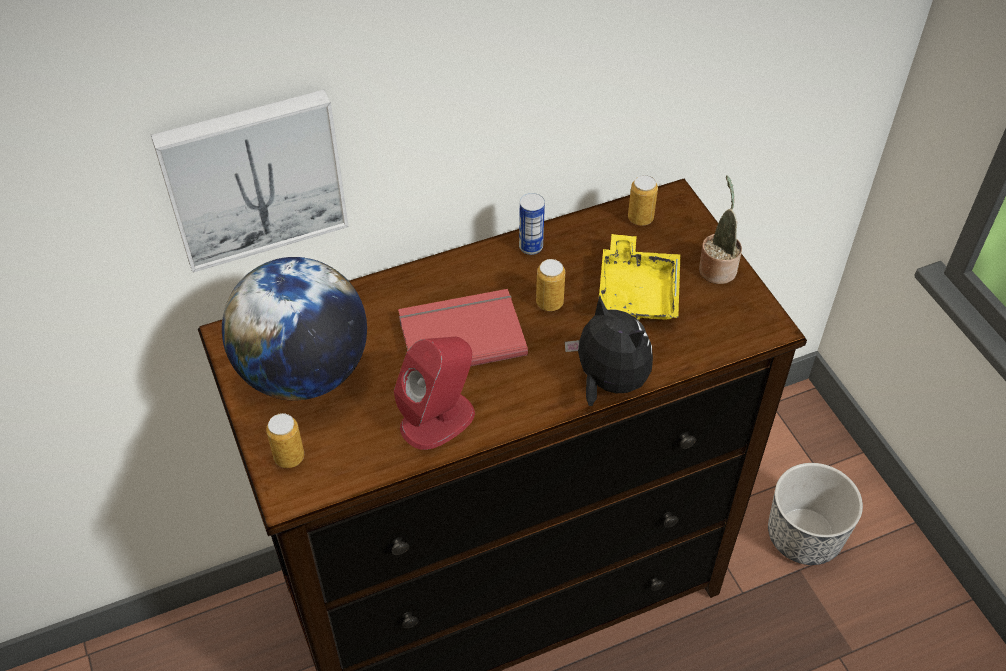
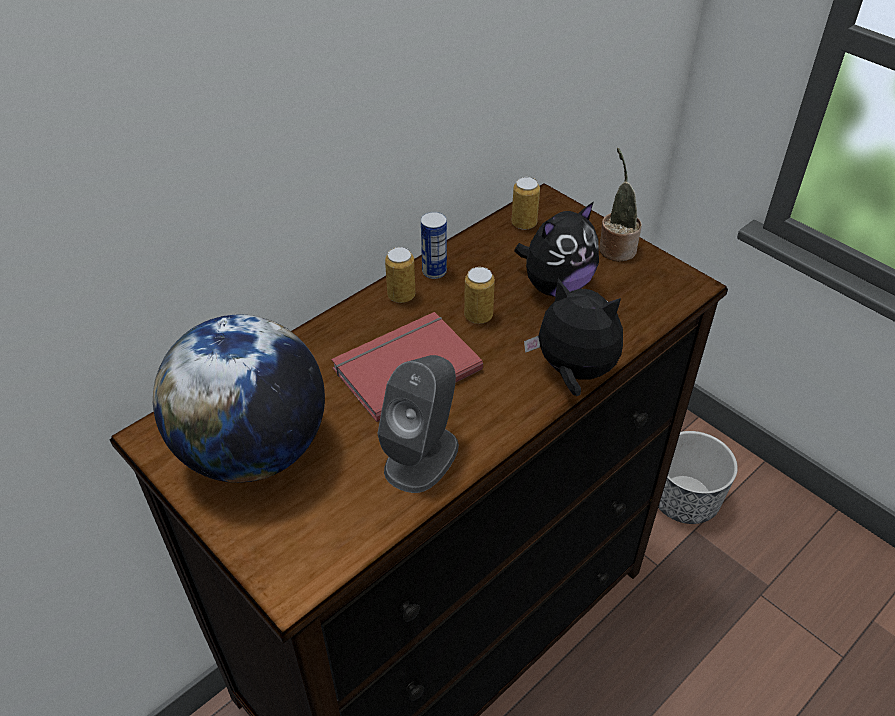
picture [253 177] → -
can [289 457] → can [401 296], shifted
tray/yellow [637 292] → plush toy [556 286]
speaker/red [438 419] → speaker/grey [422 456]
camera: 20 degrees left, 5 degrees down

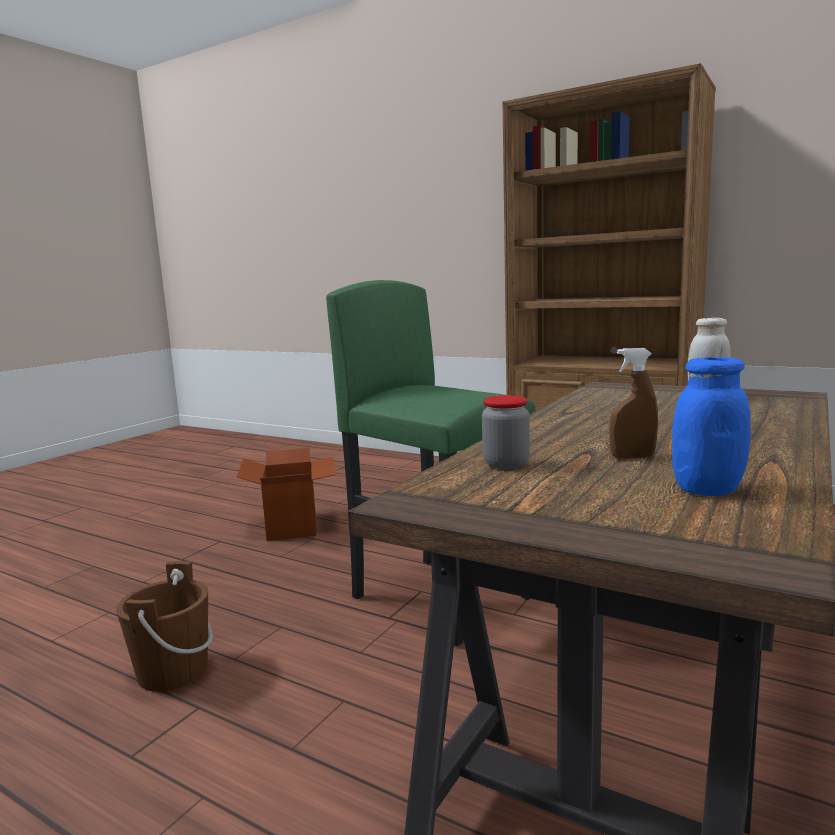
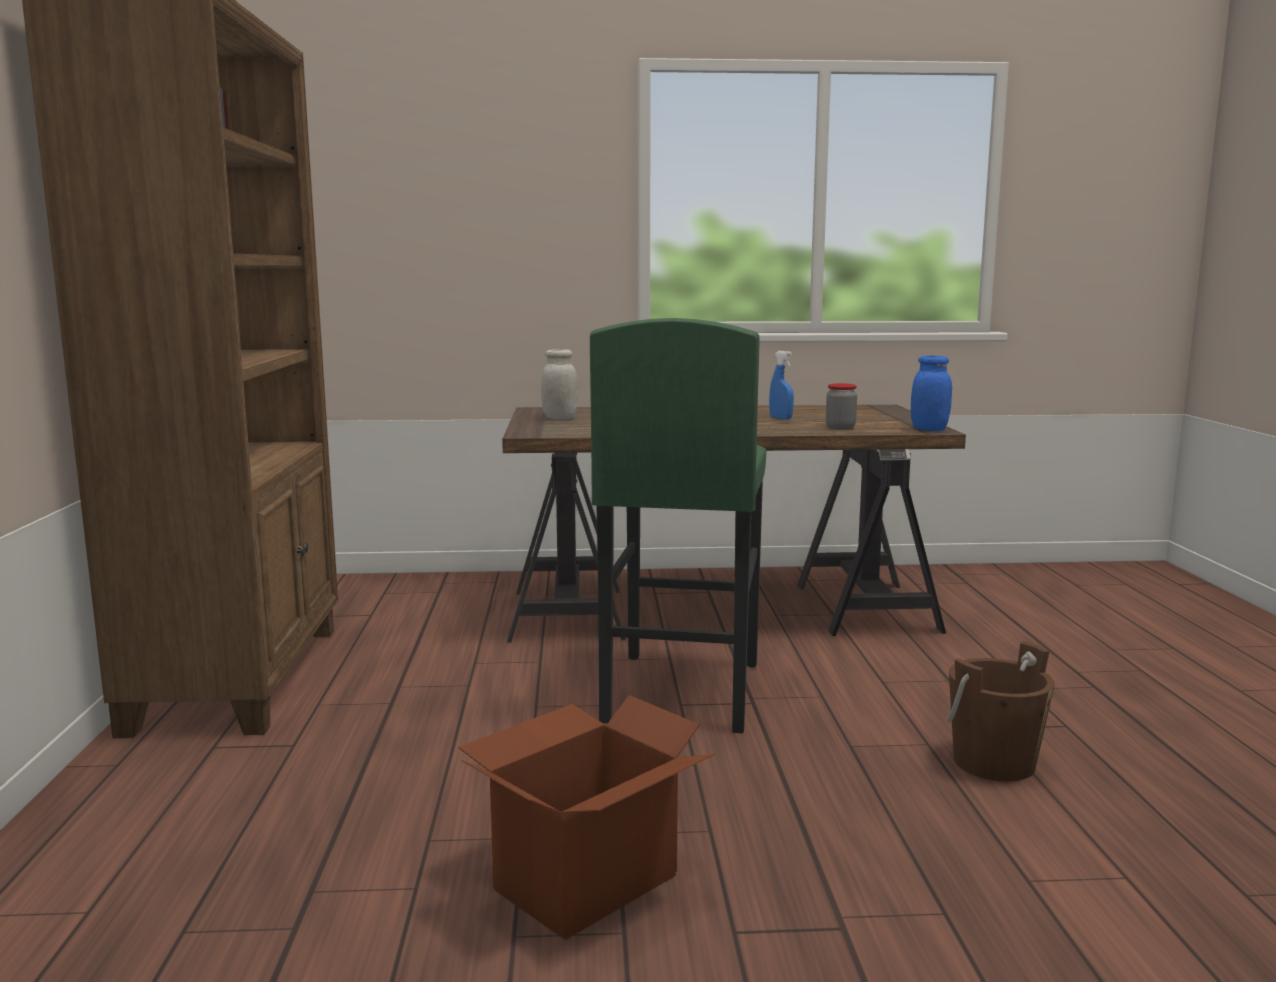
jar/blue [707 489] → jar/blue [929 429], shifted
spray bottle/brown [632 457] → spray bottle/blue [780 418]
camera: 125 degrees left, 0 degrees up

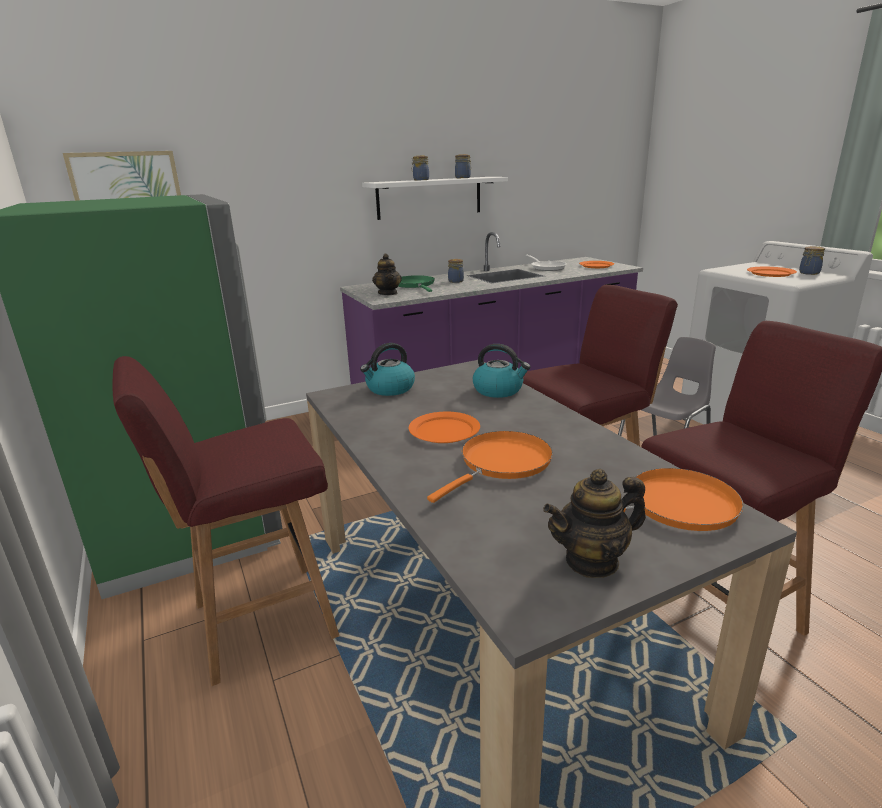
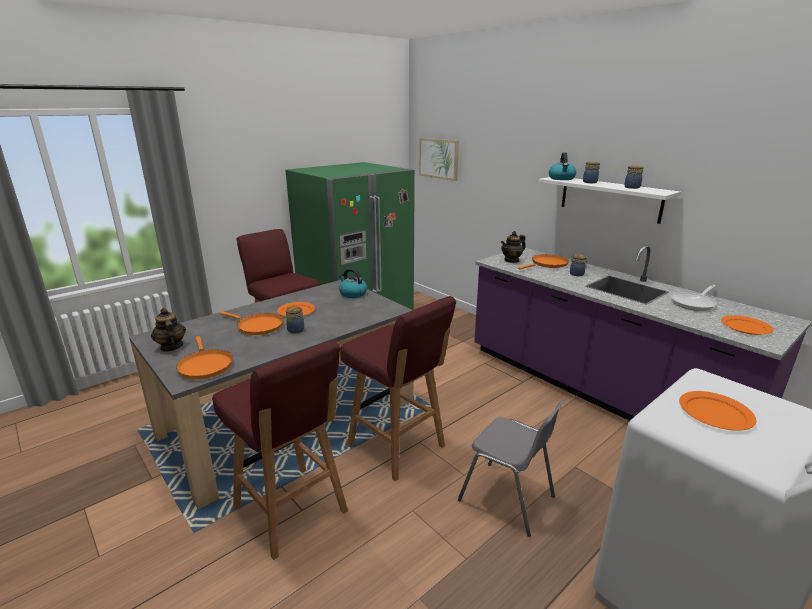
kettle [499 390] → kettle [561 178], shifted
jar [808 273] → jar [295 330], shifted
frying pan/green [414 285] → frying pan/orange [547 264]
camera: 75 degrees right, 0 degrees up

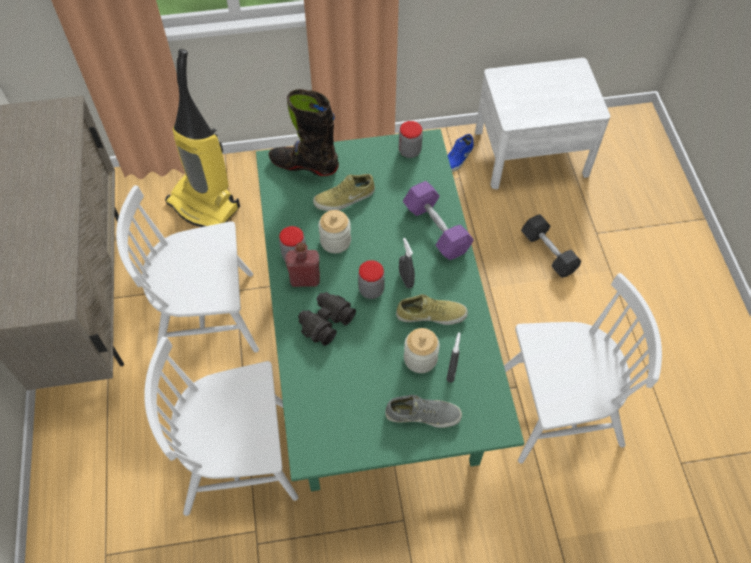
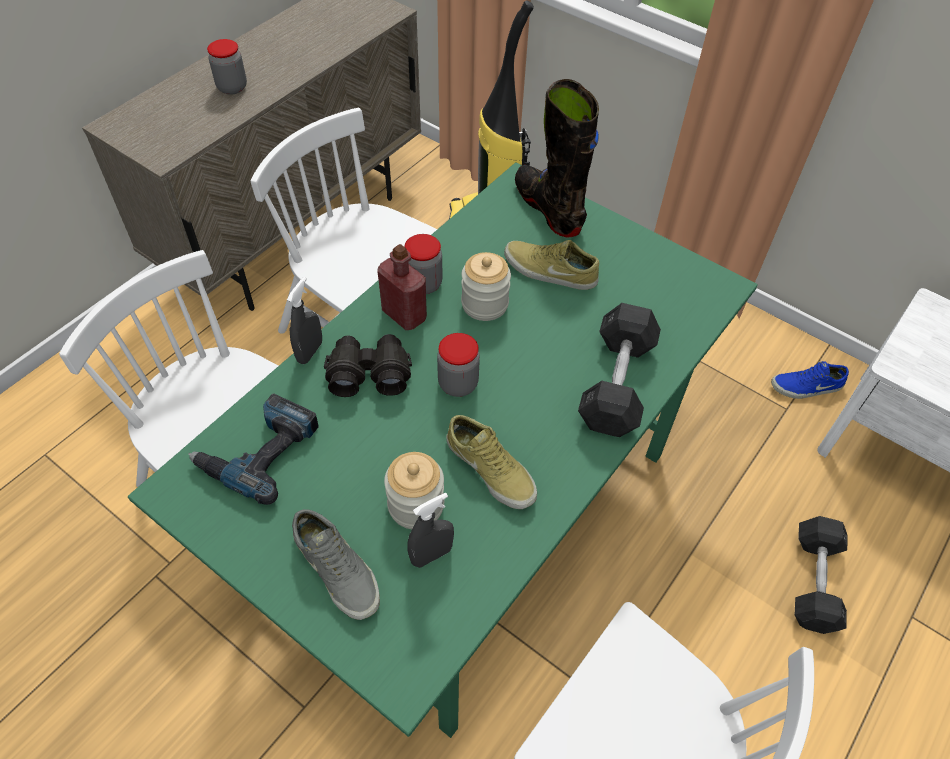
- → power drill [259 451]
jar [409 151] → jar [232 87], shifted
spray bottle/grey [406 279] → spray bottle/grey [310 352], shifted
dumbbell/purple [436 229] → dumbbell/grey [616 383]
camera: 45 degrees right, 5 degrees down

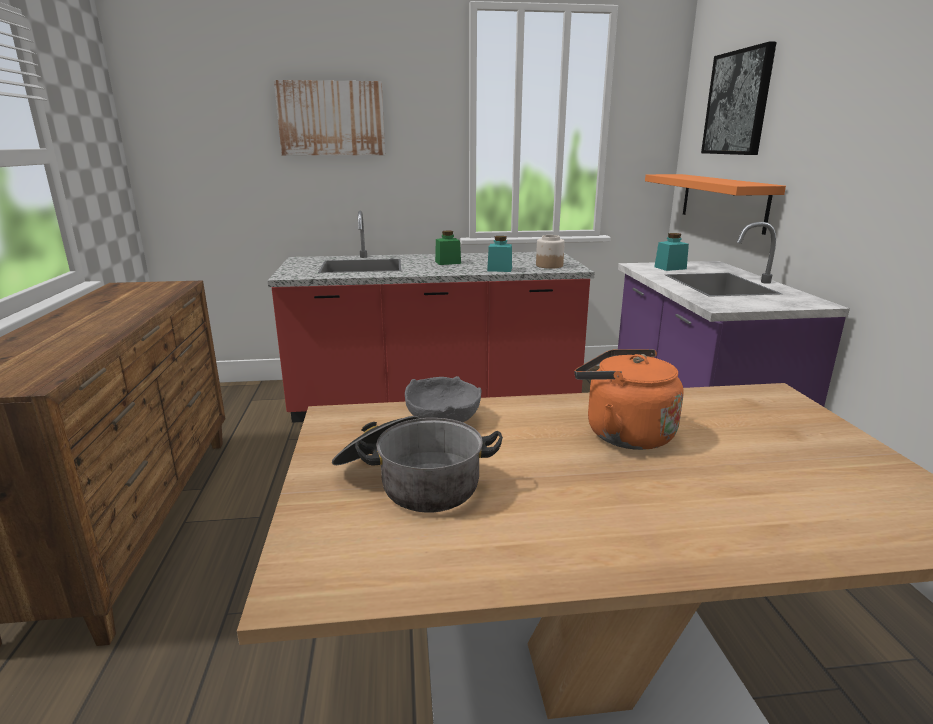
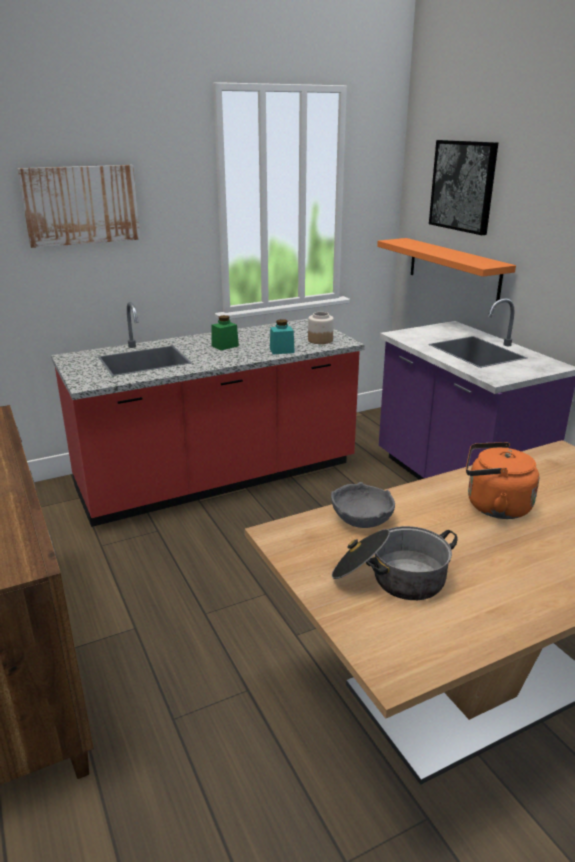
jar/turquoise [670 268] → -
camera: 20 degrees left, 5 degrees up

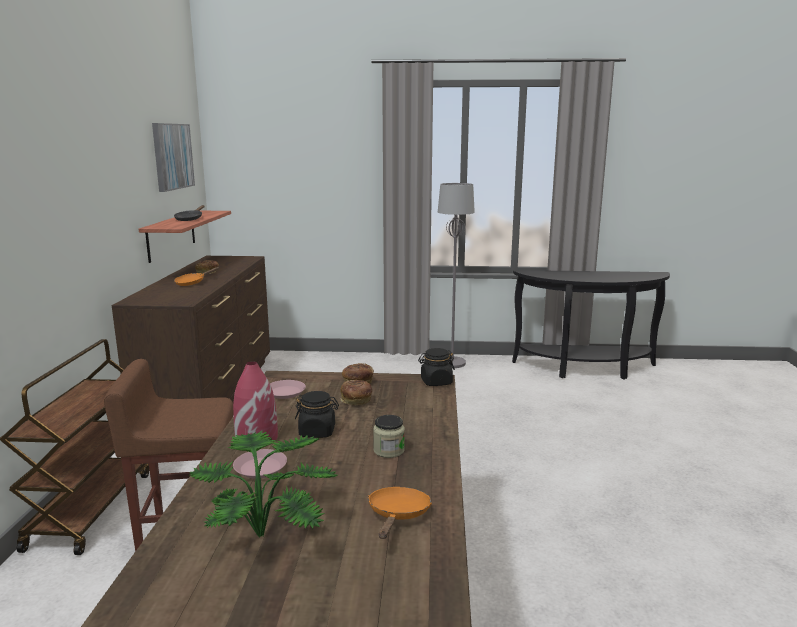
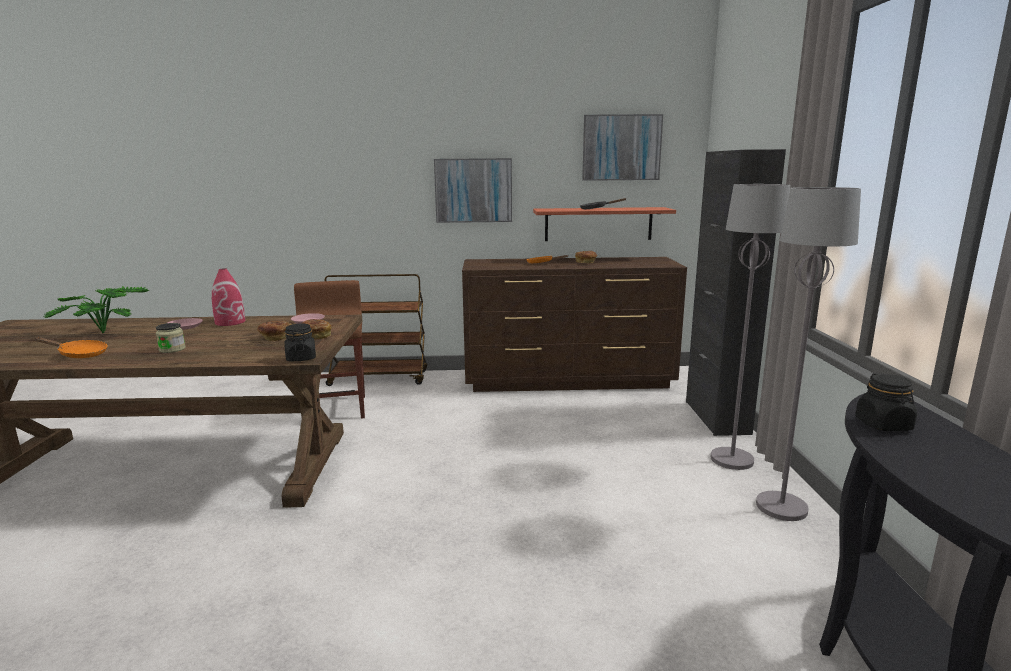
- → picture [473 190]
- → cabinet/black [717 417]
- → floor lamp/grey [732 460]
jar/black [317 432] → jar/black [883 425], shifted
camera: 85 degrees right, 0 degrees up

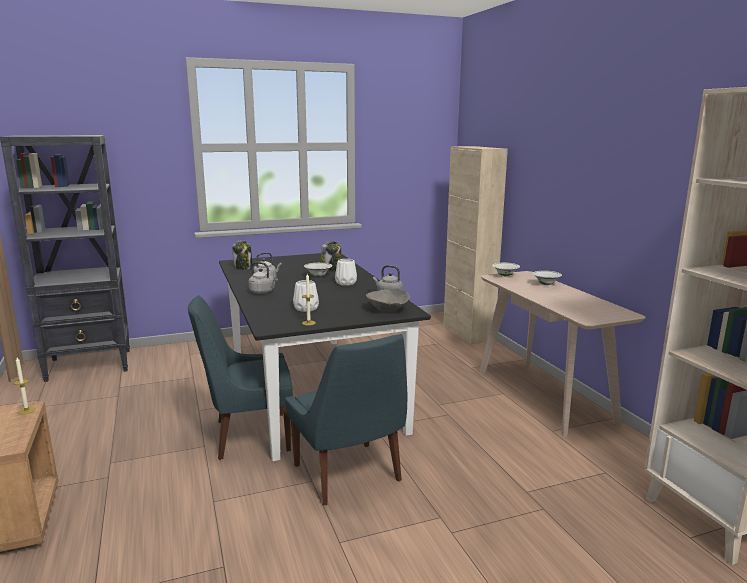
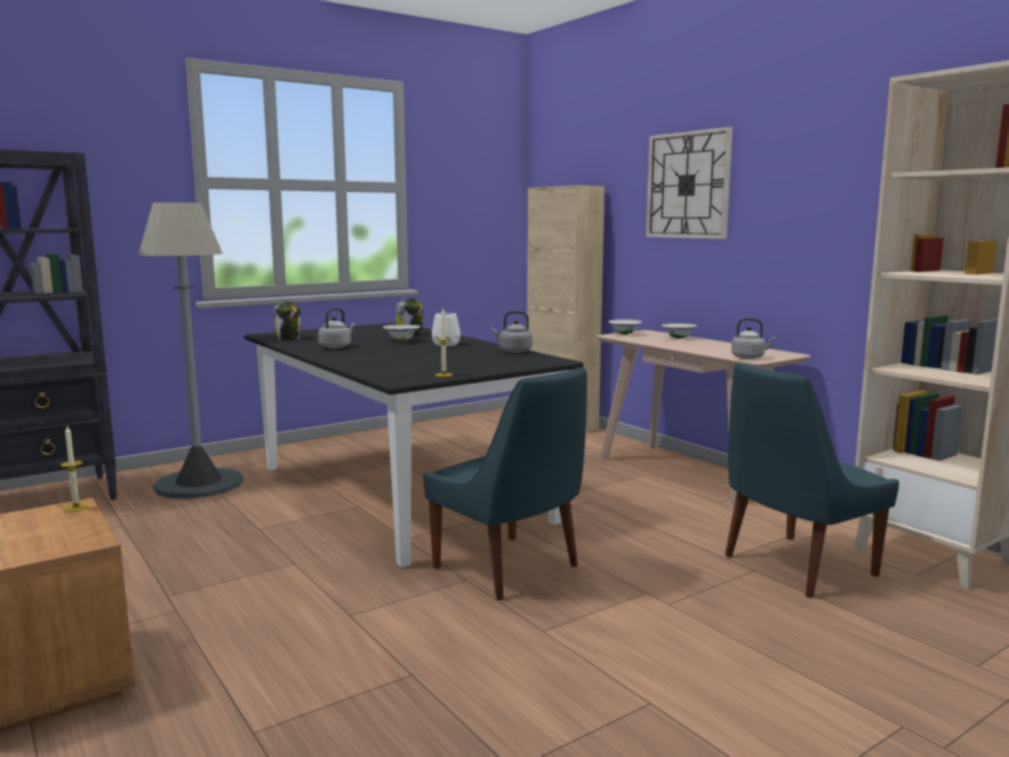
vase/white [306 308] → -
bowl/grey [388 310] → -
- → floor lamp/grey [199 484]
- → wall clock [688 185]
chair/blue [248 436] → chair/blue [794 567], shifted
kettle/grey [263 292] → kettle/grey [749 357], shifted
camera: 15 degrees left, 5 degrees down

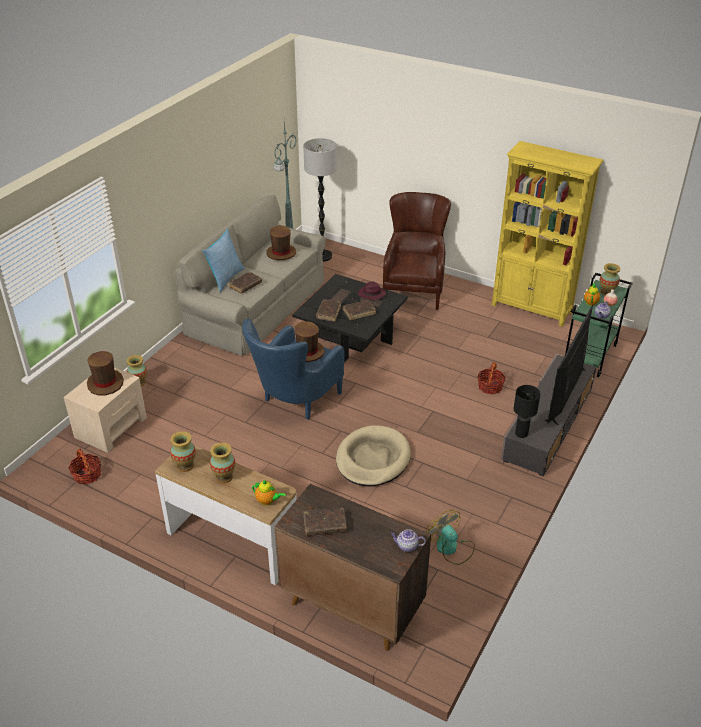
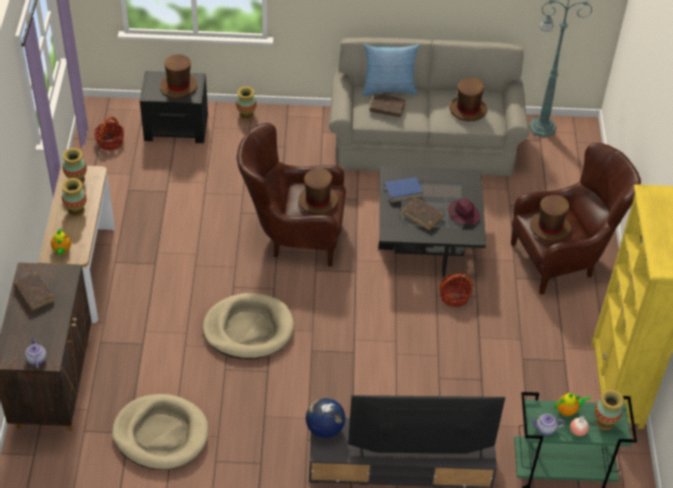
floor lamp [322 256] → -
- → hat/brown [549 227]
basket [490 387] → basket [454 296], shifted
fan [451 548] → dog bed/beige [161 434]
table lamp/black [521 434] → globe [324 428]
nightstand/beige [111 427] → nightstand/black [176 127]
armchair/blue [294 402] → armchair/brown [293 236]
book/brown [328 313] → book/blue [403 192]
camera: 60 degrees right, 10 degrees up

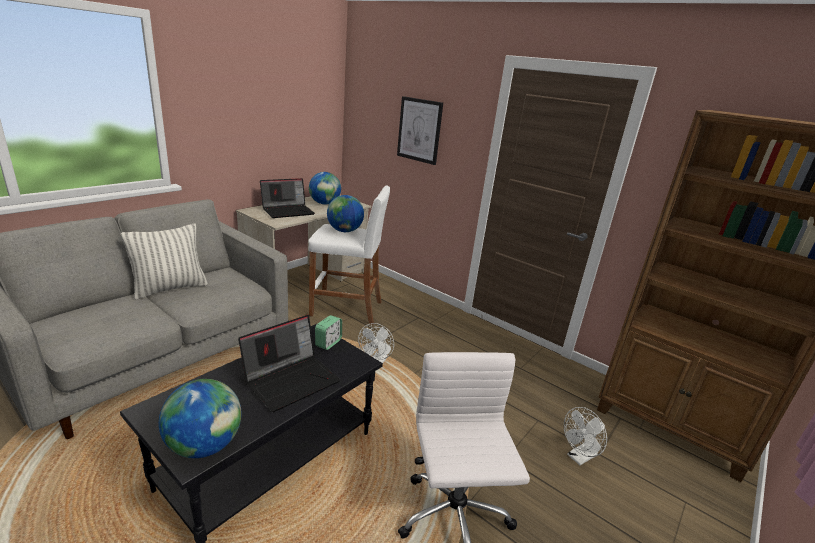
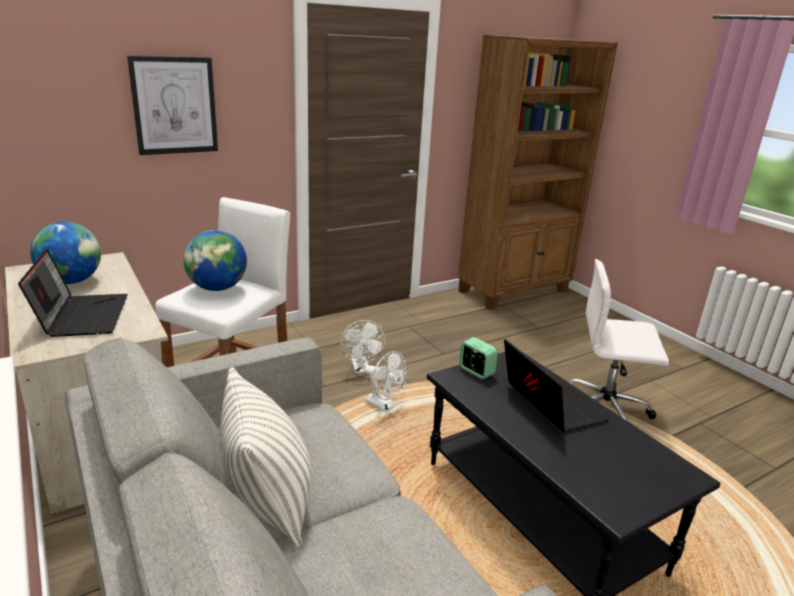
globe [205 445] → -
fan/white [579 457] → fan/white [361 369], shifted
camera: 70 degrees left, 0 degrees up

